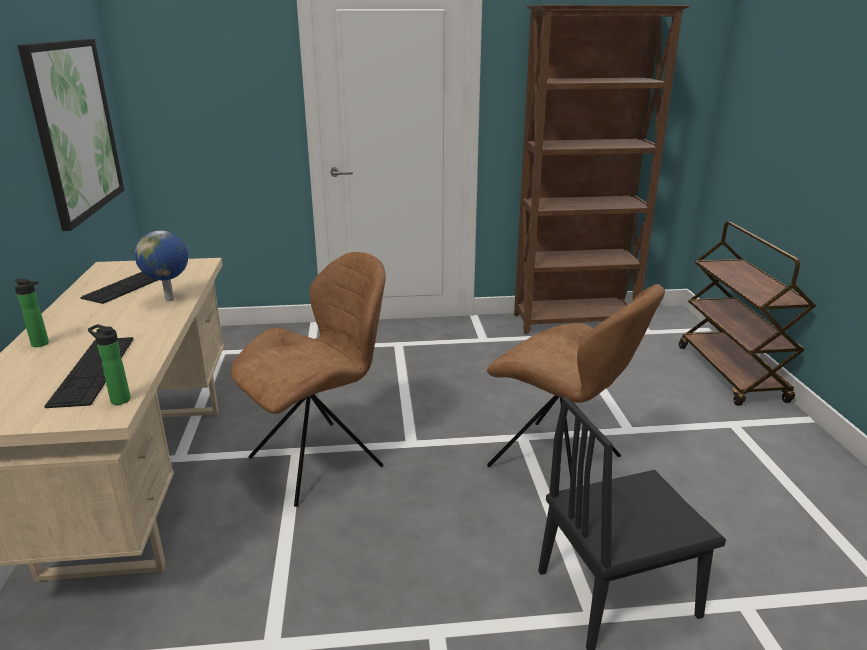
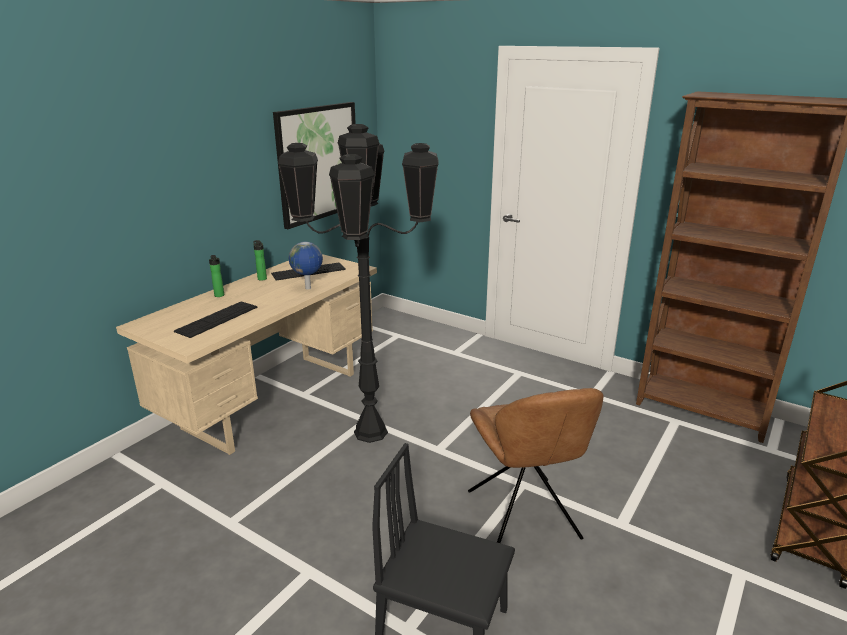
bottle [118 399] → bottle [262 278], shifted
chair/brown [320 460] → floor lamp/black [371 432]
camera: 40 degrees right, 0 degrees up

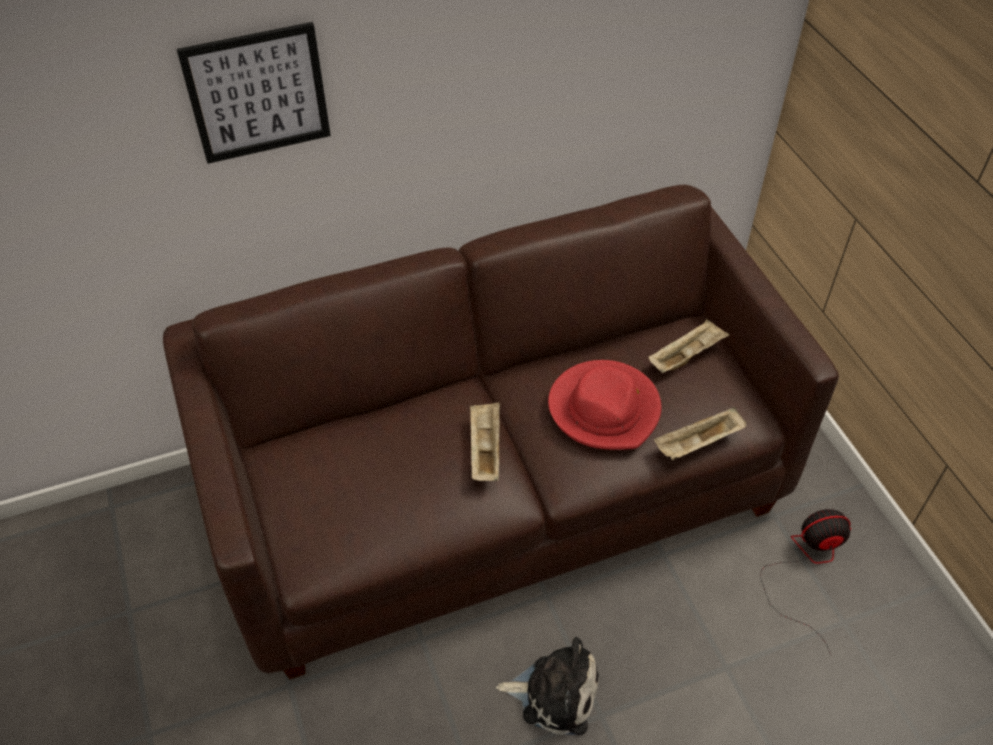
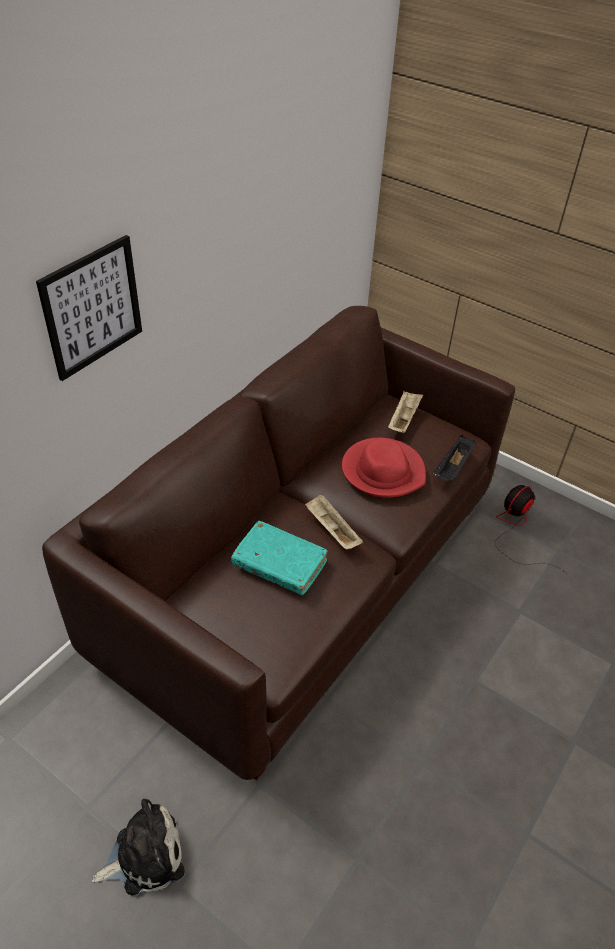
- → book/turquoise [279 564]
plush toy [554 693] → plush toy [144 855], shifted
tray/beige [698 444] → tray/black [453 468]
camera: 35 degrees left, 5 degrees down

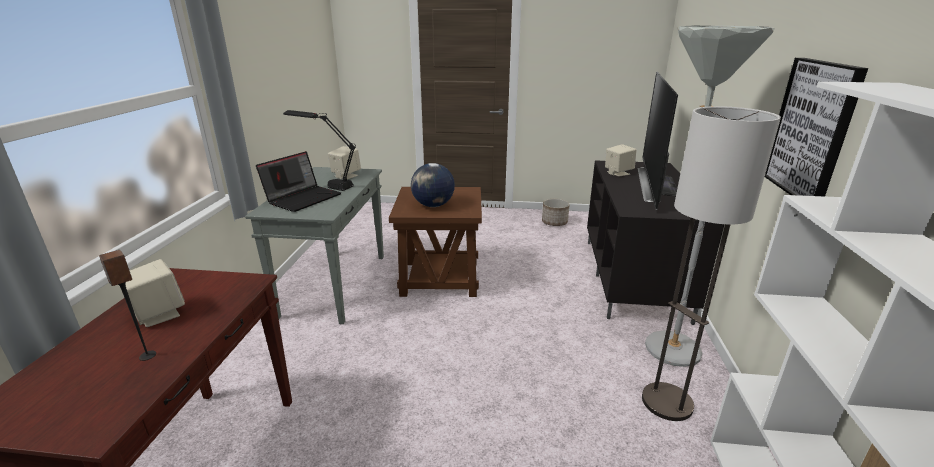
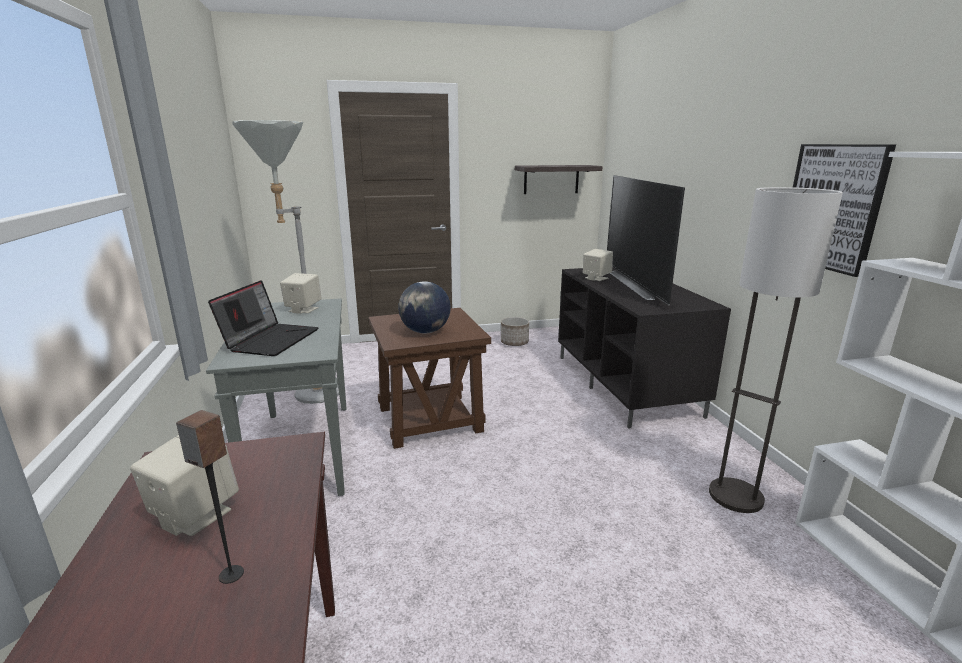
table lamp/black [326 184] → -
- → shelf [551 179]
floor lamp/grey [660 349] → floor lamp/grey [307 395], shifted
camera: 20 degrees left, 5 degrees down

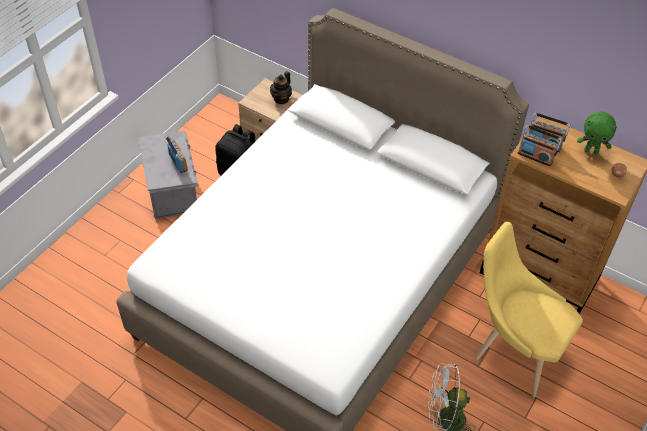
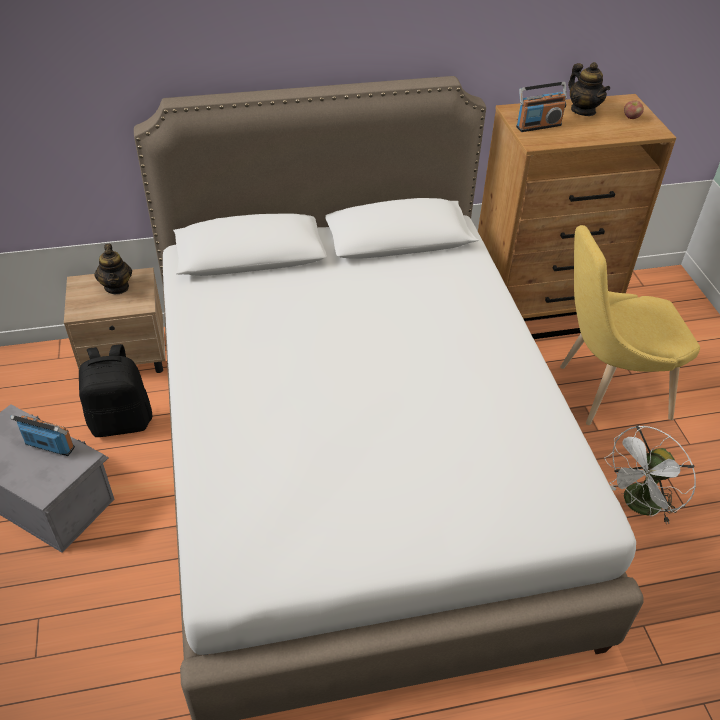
radio [535 157] → -
plush toy/green [591 151] → teapot [583 110]
camera: 45 degrees left, 5 degrees down

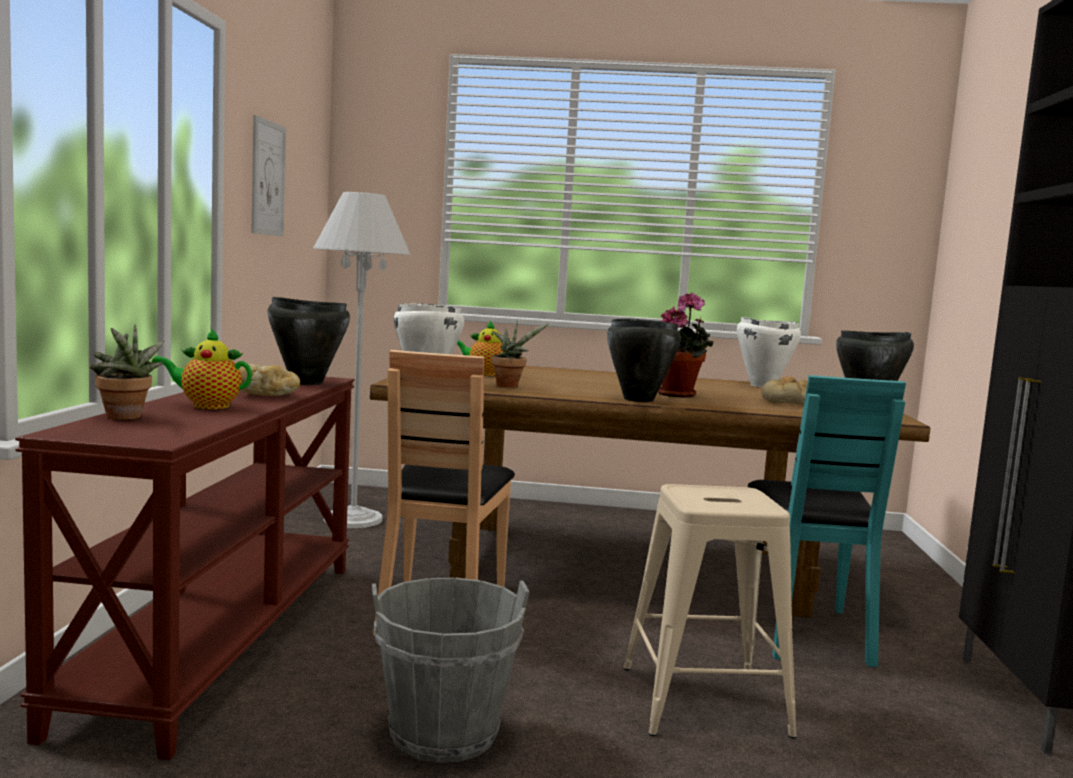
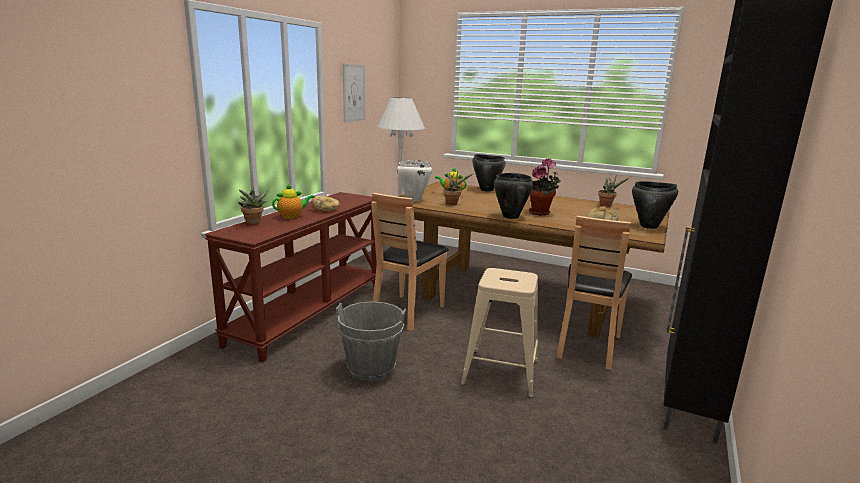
cooking pot/black [306 382] → cooking pot/black [486 190], shifted
cooking pot/white [762 385] → potted plant [607 206]
chair/turquoise [806 632] → chair/brown [587 345]
teapot [206 406] → teapot [292 216], 135 degrees clockwise
camera: 20 degrees right, 10 degrees up

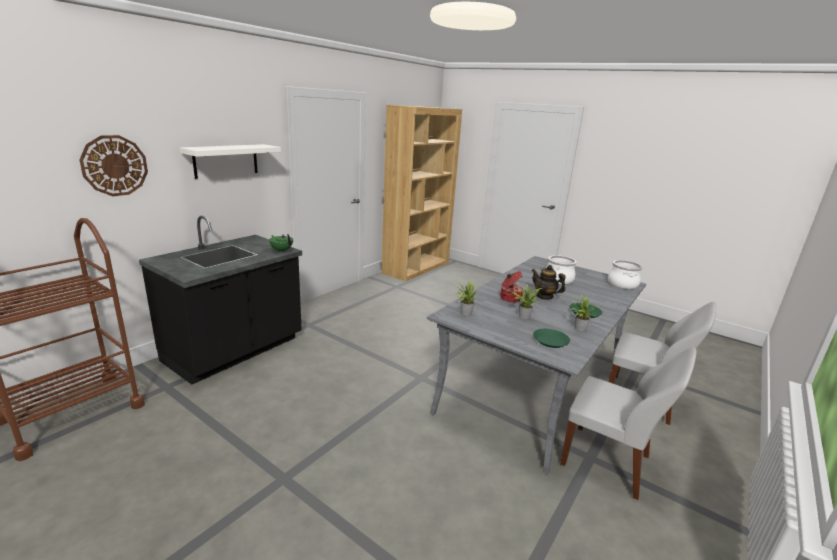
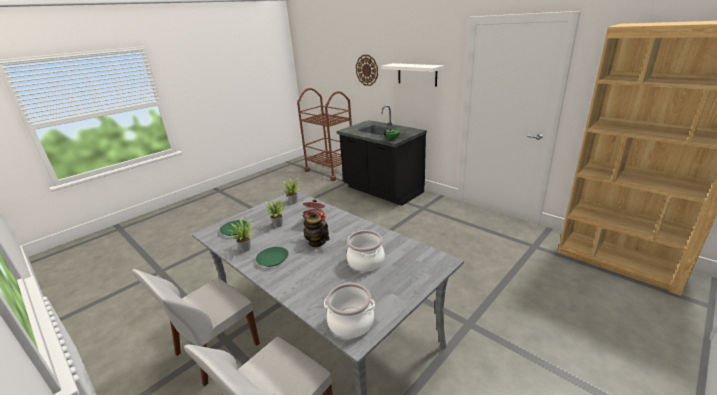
teapot [544 296] → teapot [317 242], 90 degrees counterclockwise
camera: 100 degrees right, 5 degrees up

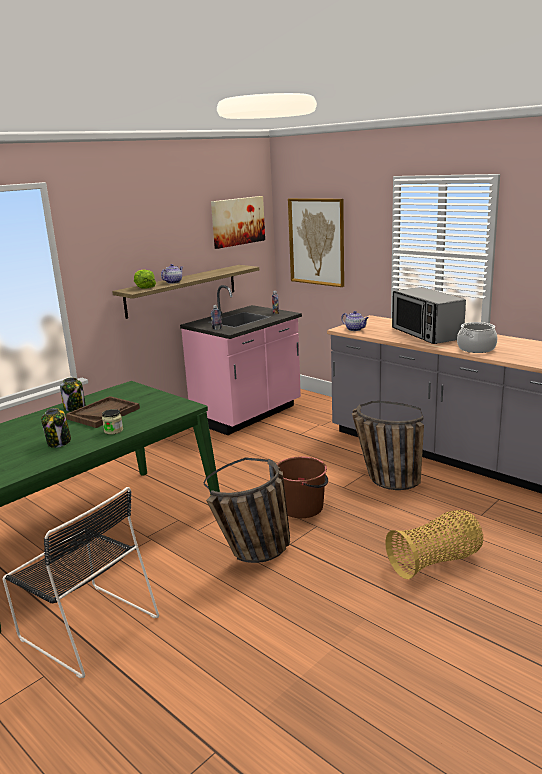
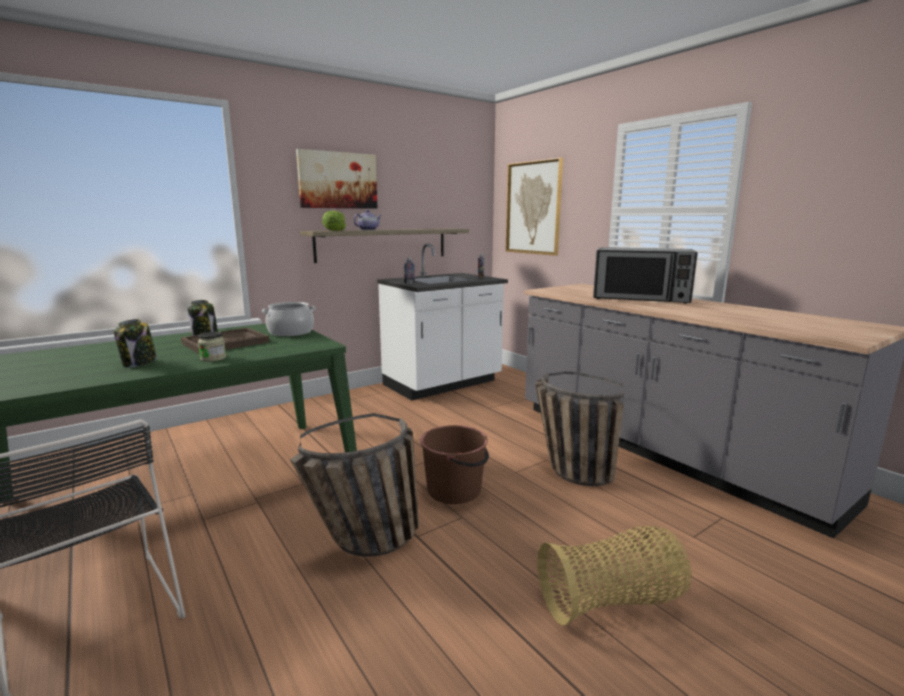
teapot [355 329] → -
picture [237 221] → picture [338 180], shifted
cooking pot [476 348] → cooking pot [291 332], shifted
counter/pink [248 415] → counter/white [443 384]
microwave [426 334] → microwave [640 298], 60 degrees counterclockwise
camera: 10 degrees right, 5 degrees down

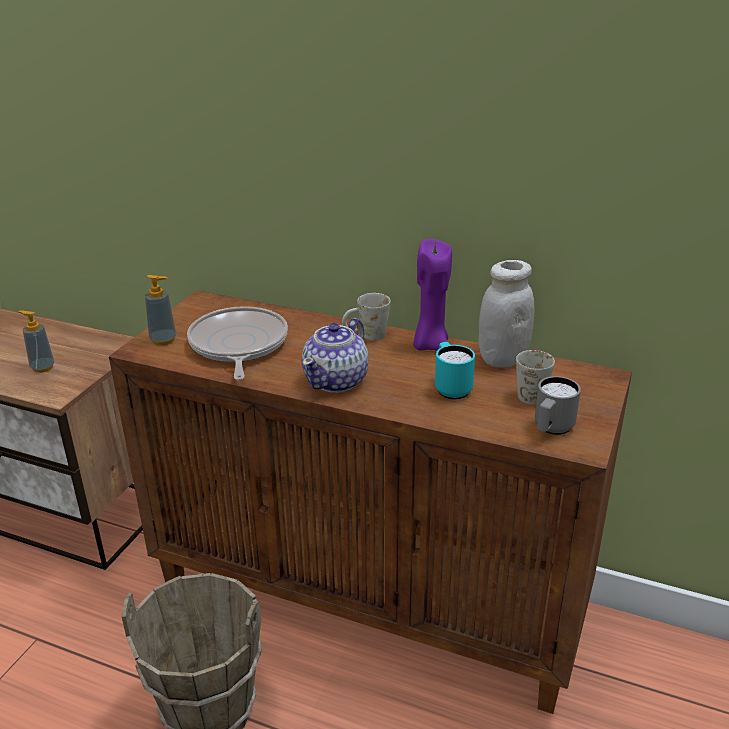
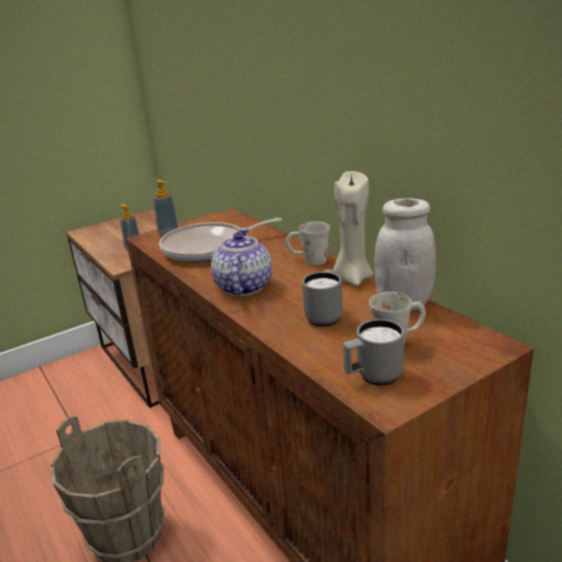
candle/purple [430 345] → candle/beige [352 278]
mug/turquoise [451 388] → mug/grey [325 316]
frying pan [238 346] → frying pan [209 248], 135 degrees counterclockwise
teapot [337 380] → teapot [243 287], 120 degrees clockwise
camera: 35 degrees right, 5 degrees down

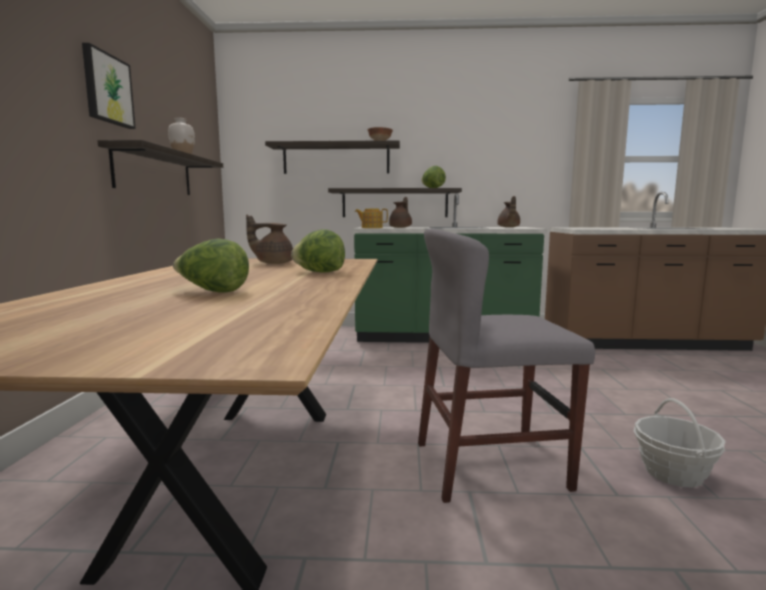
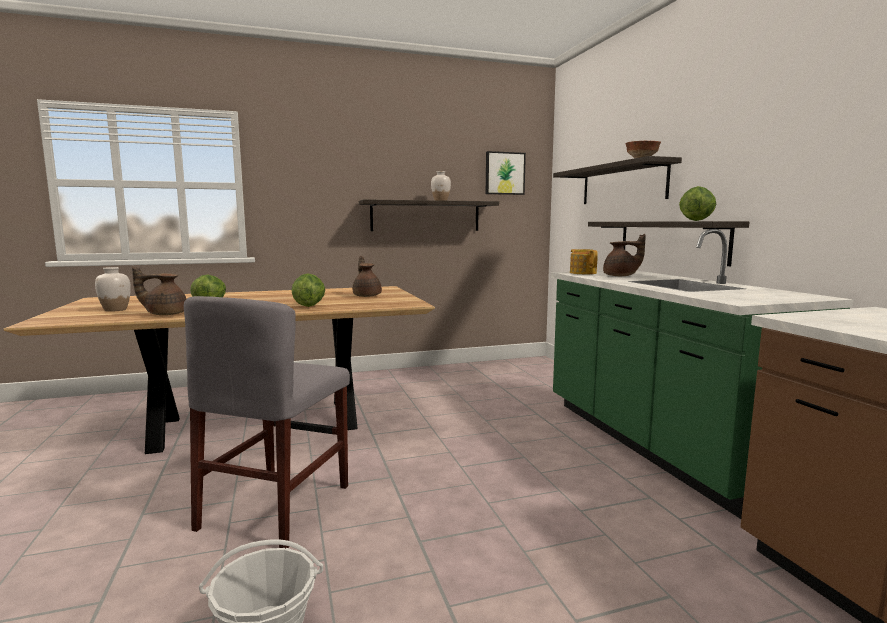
- → vase/white [115 310]
picture [107 89] → picture [504 173], shifted
teapot/brown [508 227] → teapot/brown [165 314], shifted
chair/grey [490 465] → chair/grey [276 506], 135 degrees counterclockwise
camera: 70 degrees right, 0 degrees up

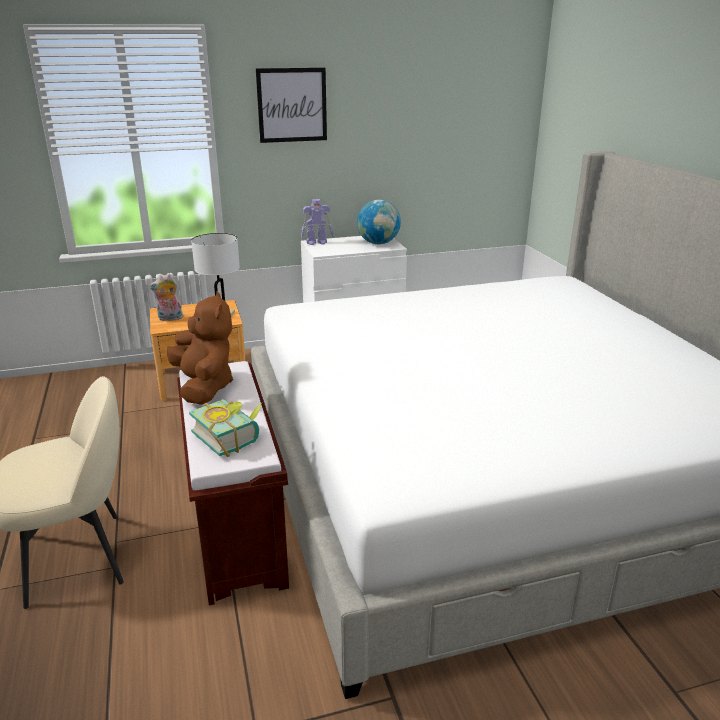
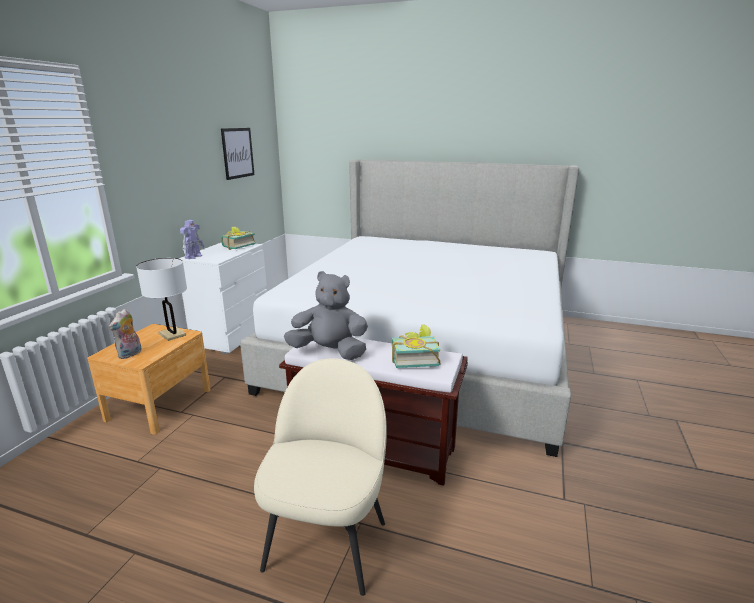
picture [292 105] → picture [238 153], shifted
globe [378 243] → book [237 246]
plush toy/brown [204 387] → plush toy/grey [330 352]
camera: 55 degrees left, 5 degrees down

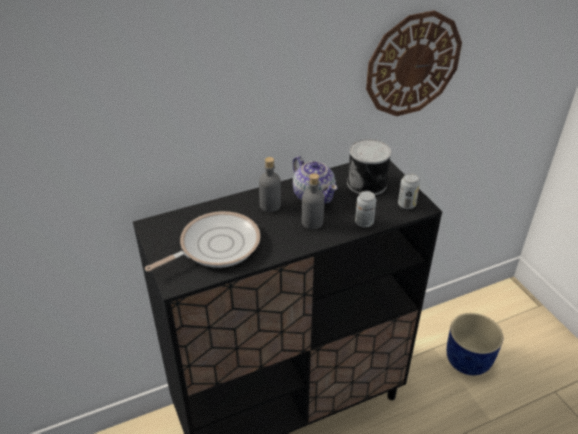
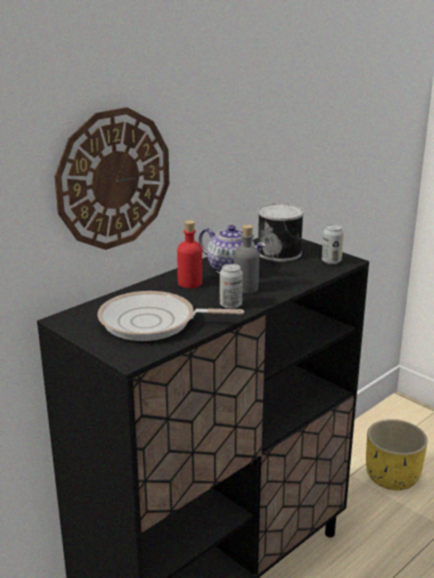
can [364 222] → can [230 305], shifted
wall clock [413 64] → wall clock [113 179], shifted
bottle/grey [270 205] → bottle/red [190 283]
planter/blue [469 360] → planter/yellow [392 477]
frying pan [215 246] → frying pan [153 323], 120 degrees counterclockwise
camera: 20 degrees left, 15 degrees down

